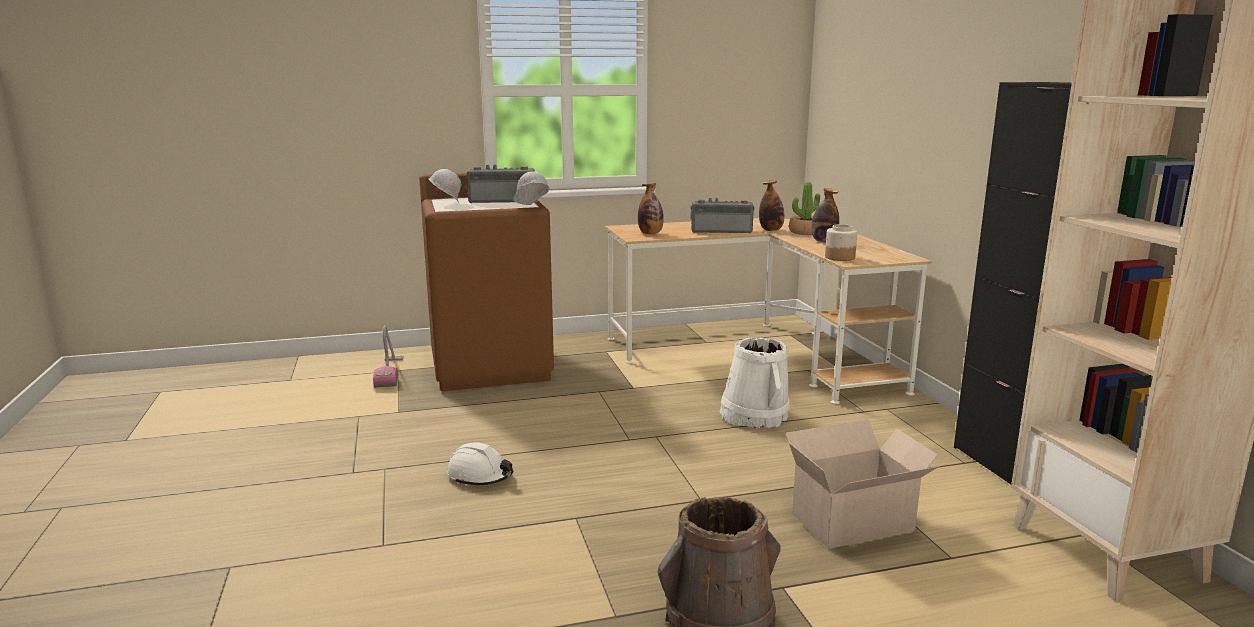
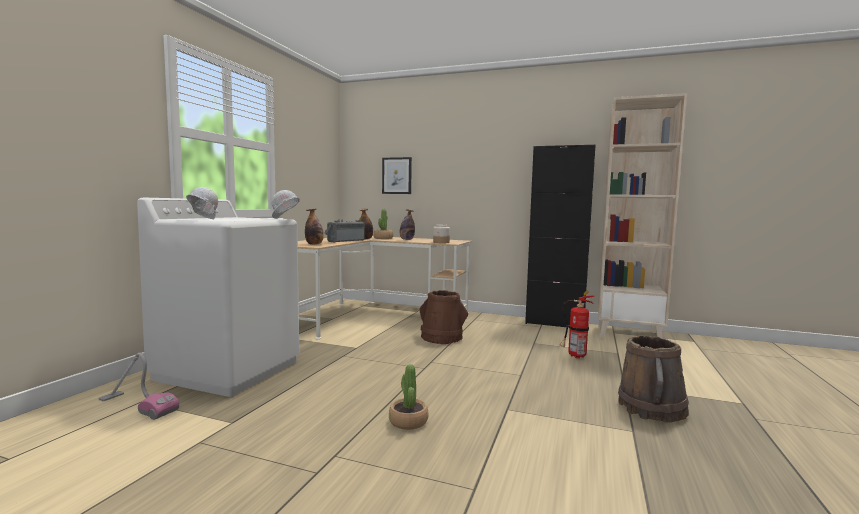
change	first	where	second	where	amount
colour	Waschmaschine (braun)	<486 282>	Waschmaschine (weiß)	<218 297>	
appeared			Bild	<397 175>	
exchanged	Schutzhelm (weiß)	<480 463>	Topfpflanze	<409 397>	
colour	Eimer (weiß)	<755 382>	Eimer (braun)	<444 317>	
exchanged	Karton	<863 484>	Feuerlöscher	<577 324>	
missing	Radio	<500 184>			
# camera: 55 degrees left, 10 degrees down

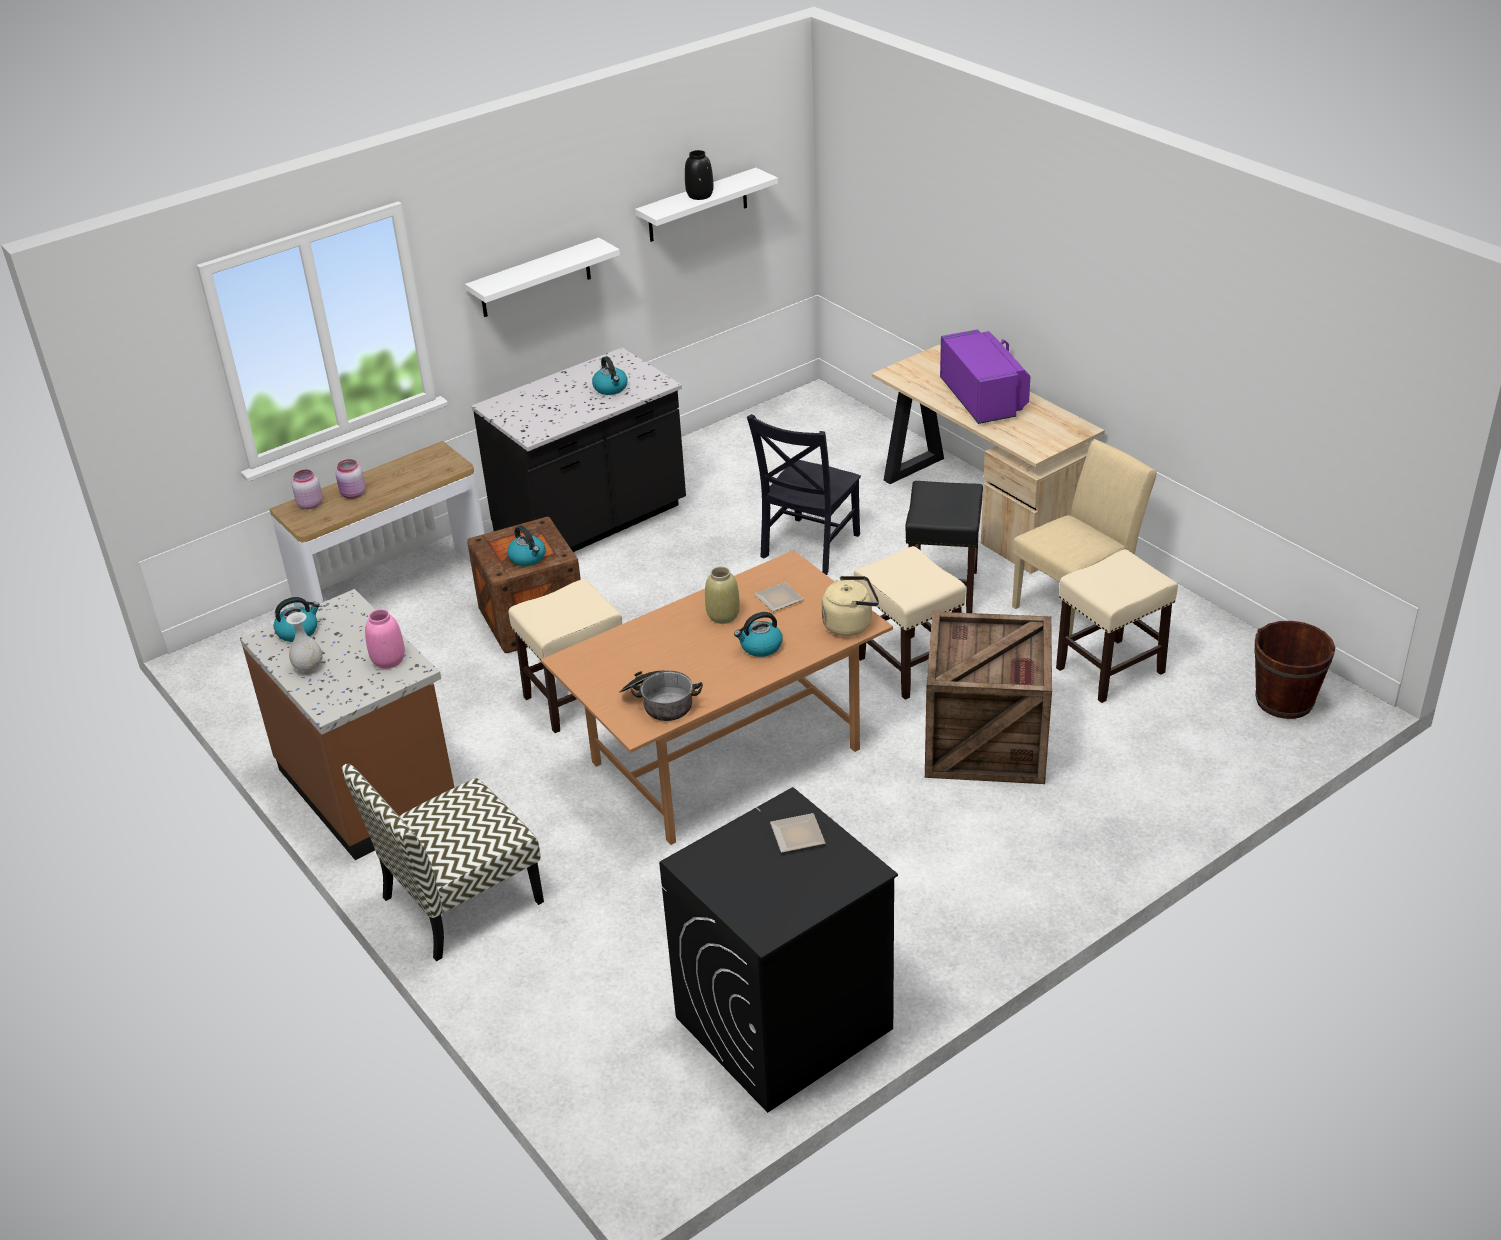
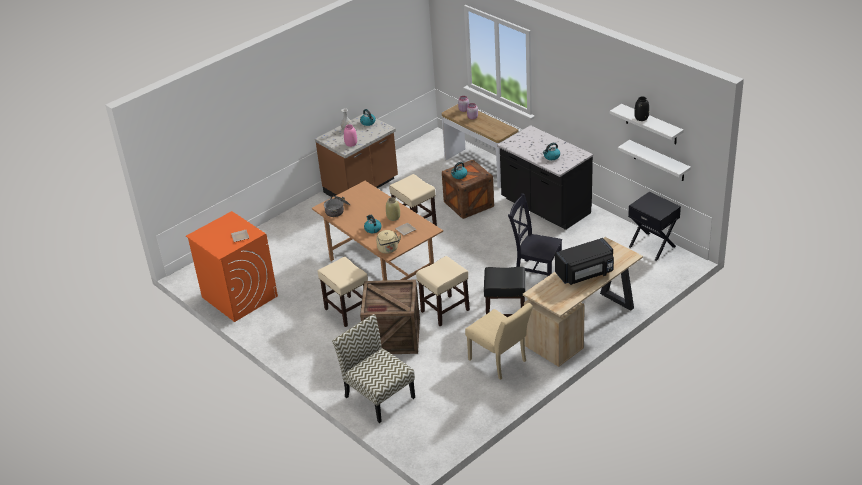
change	first	where	second	where	amount
colour	Waschmaschine (schwarz)	<778 950>	Waschmaschine (orange)	<232 266>	
relocated	Hocker (beige)	<1117 626>		<342 292>	
relocated	Stuhl	<443 862>		<373 368>	
colour	Mikrowelle (lila)	<985 376>	Mikrowelle (schwarz)	<584 261>	
relocated	Wandregal (weiß)	<542 277>		<654 160>	
appeared			Nachttisch (schwarz)	<654 226>	
missing	Eimer (braun)	<1294 670>			
# camera: 85 degrees right, 0 degrees up

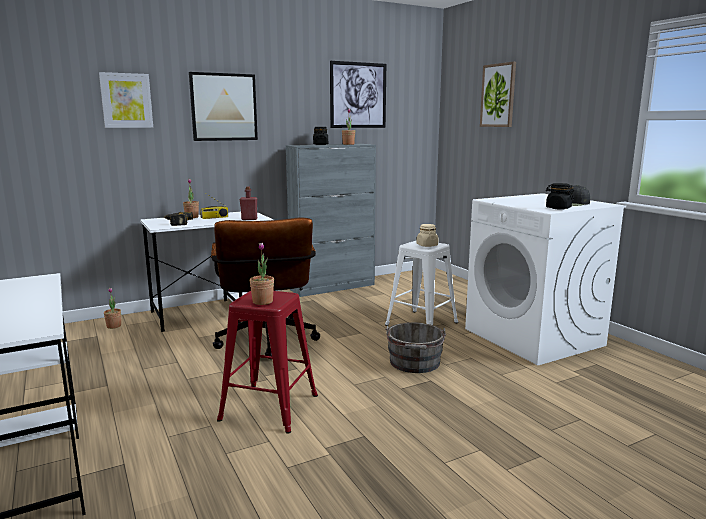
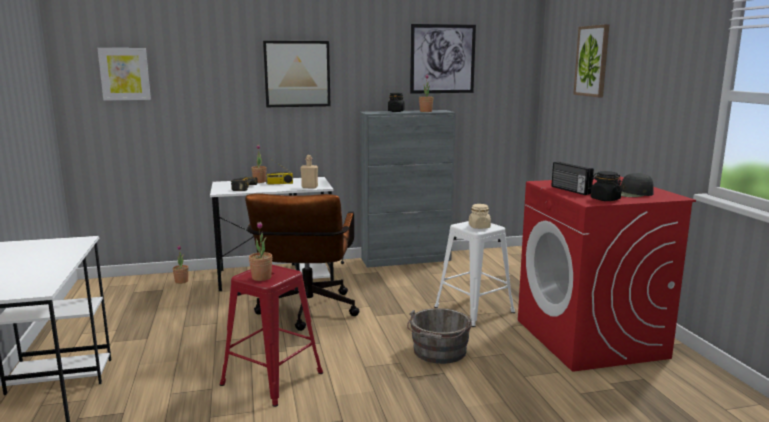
change	first	where	second	where	amount
relocated	Bild	<126 100>		<124 74>	
colour	Flasche (rot)	<248 203>	Flasche (beige)	<309 172>	
colour	Waschmaschine (weiß)	<545 279>	Waschmaschine (rot)	<607 274>	
appeared			Radio	<572 178>	
# camera: 15 degrees right, 0 degrees up

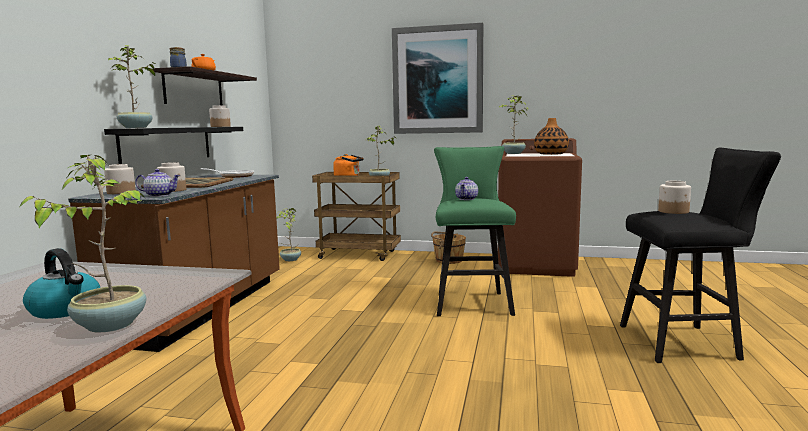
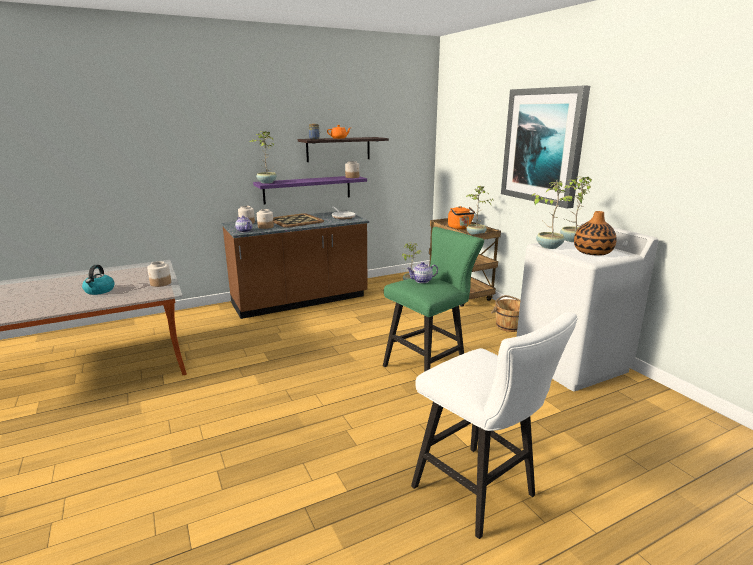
change	first	where	second	where	amount
relocated	Vorratsglas	<674 197>		<159 274>	
colour	Wandregal (schwarz)	<173 145>	Wandregal (lila)	<310 190>	
colour	Hocker (schwarz)	<700 255>	Hocker (weiß)	<494 425>	
colour	Waschmaschine (braun)	<540 207>	Waschmaschine (weiß)	<587 306>	
relocated	Topfpflanze	<83 243>		<552 215>	
# camera: 50 degrees right, 10 degrees up

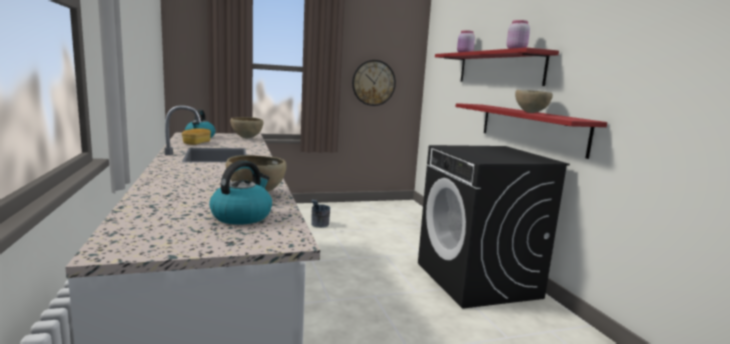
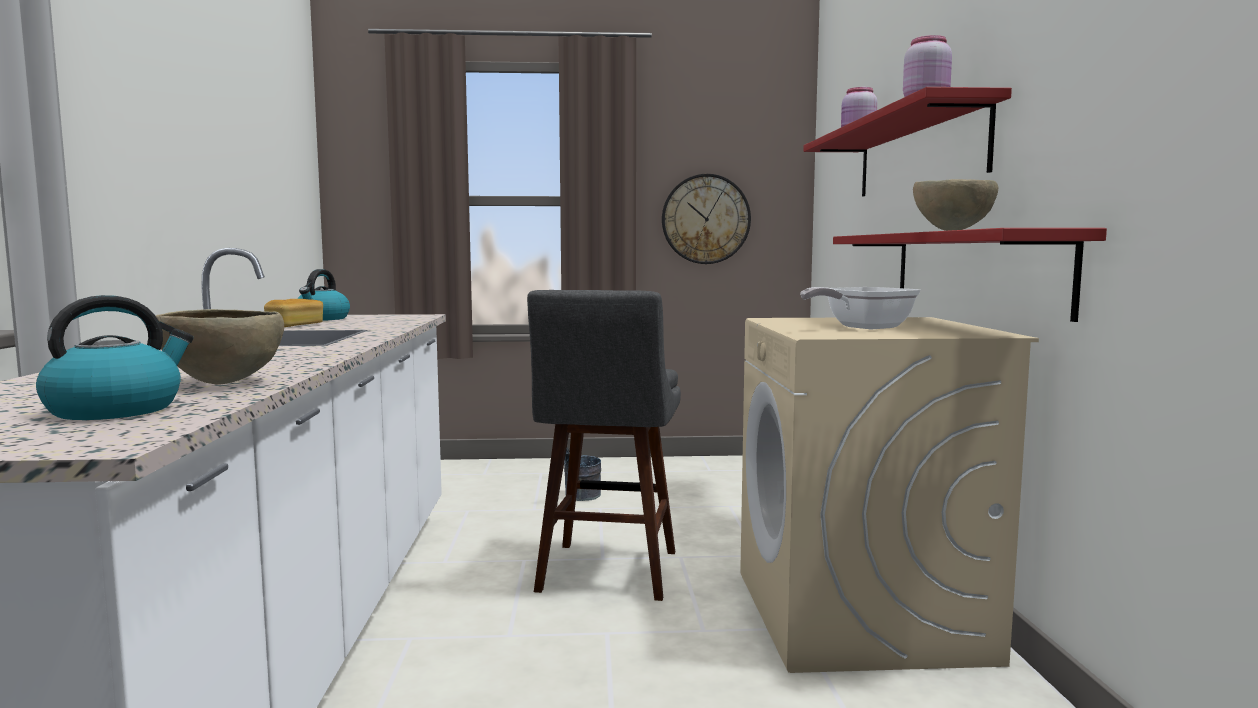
change	first	where	second	where	amount
appeared			Hocker (grau)	<604 445>	
colour	Waschmaschine (schwarz)	<494 227>	Waschmaschine (beige)	<889 495>	
appeared			Pfanne	<860 308>	
missing	Schüssel (braun)	<246 127>			
# camera: 15 degrees right, 5 degrees down

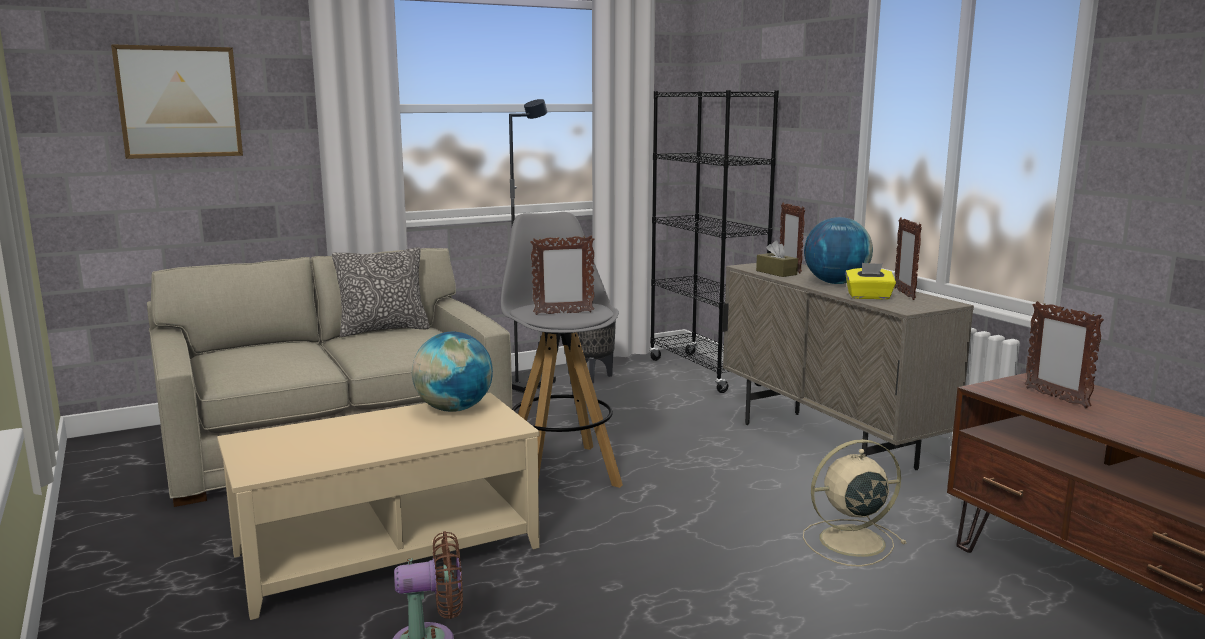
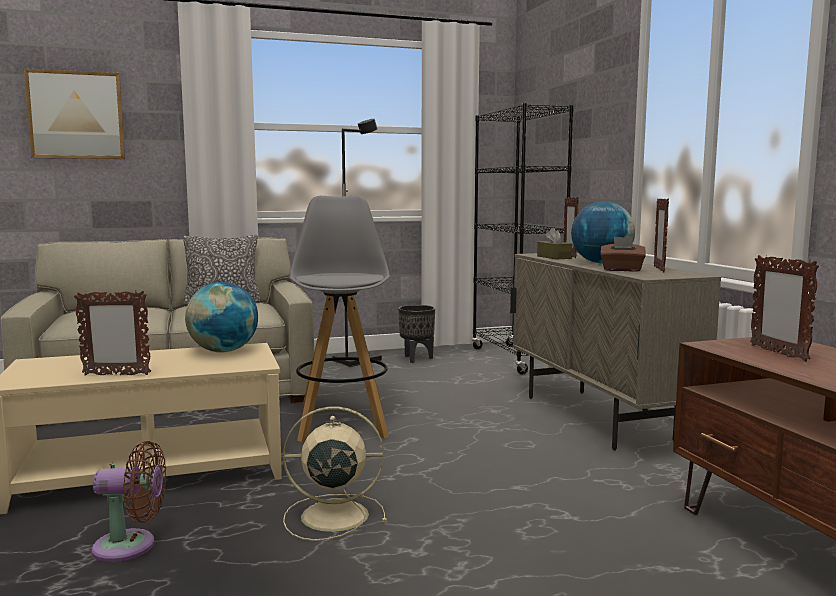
change	first	where	second	where	amount
relocated	Bilderrahmen	<562 275>		<112 333>	
relocated	Ventilator (beige)	<855 503>		<335 473>	
colour	Taschentuchbox (gelb)	<870 281>	Taschentuchbox (braun)	<623 254>	
# camera: 10 degrees right, 5 degrees down

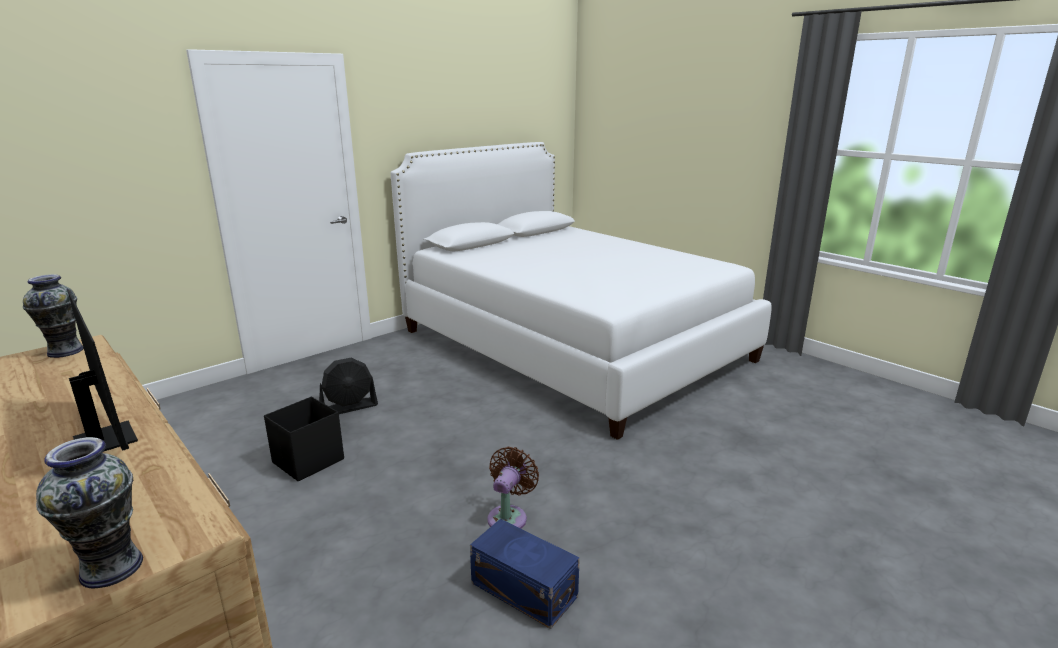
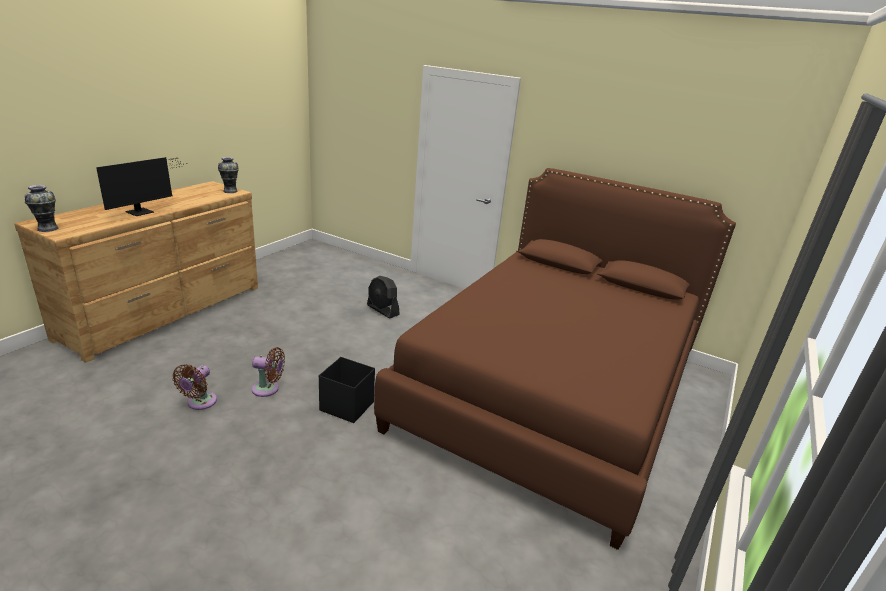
change	first	where	second	where	amount
exchanged	Aufbewahrungsbox (blau)	<525 574>	Ventilator (braun)	<194 387>	
relocated	Aufbewahrungsbox (schwarz)	<304 439>		<347 390>	
colour	Bett (weiß)	<581 291>	Bett (braun)	<555 359>	
# camera: 70 degrees right, 5 degrees up

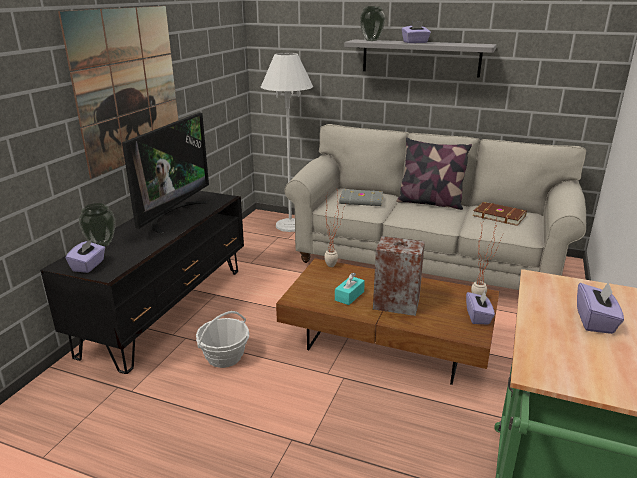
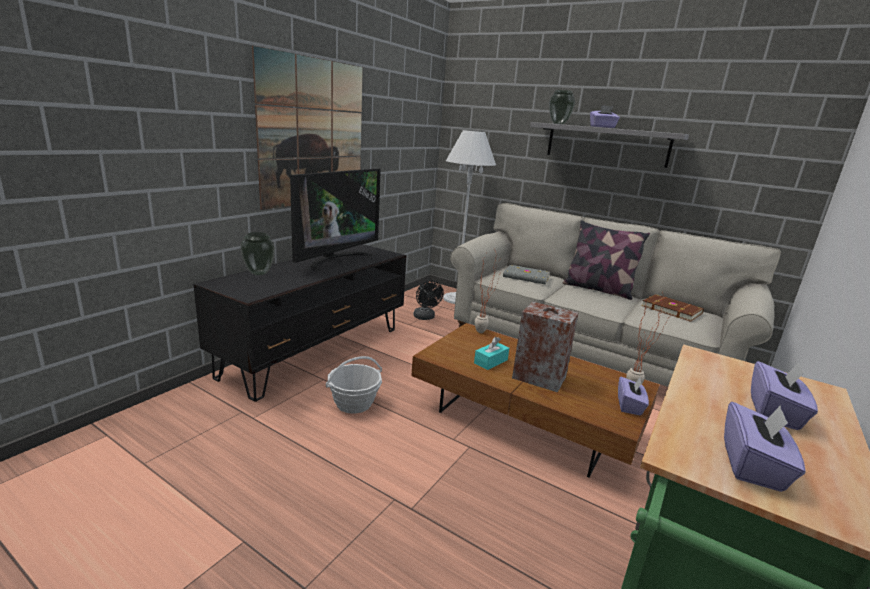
change	first	where	second	where	amount
appeared			Ventilator (schwarz)	<428 300>	
relocated	Taschentuchbox (lila)	<85 256>		<765 447>	
# camera: 10 degrees right, 5 degrees down

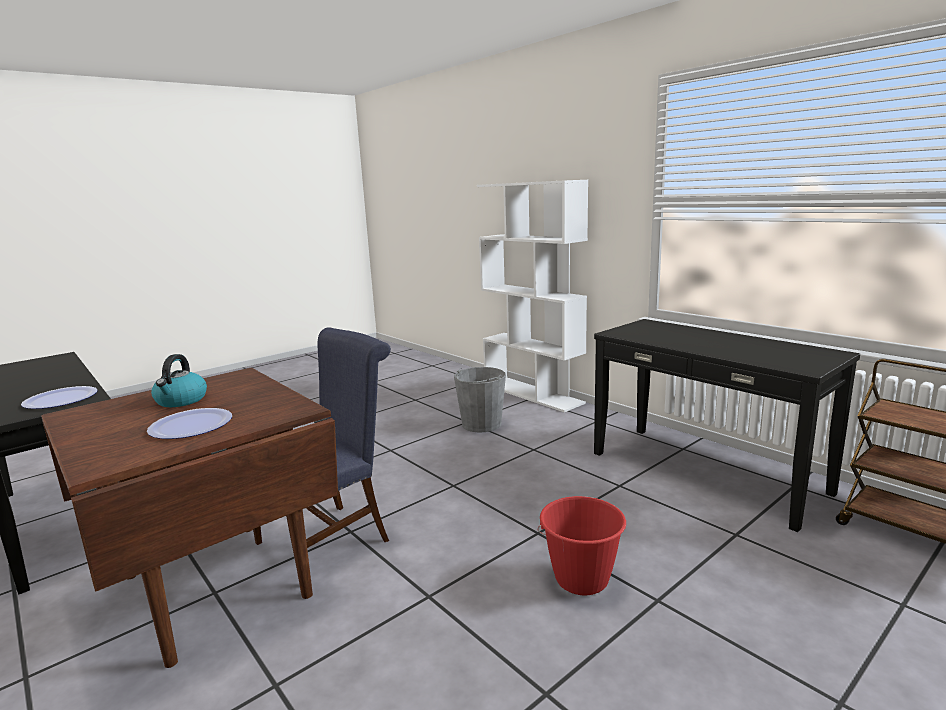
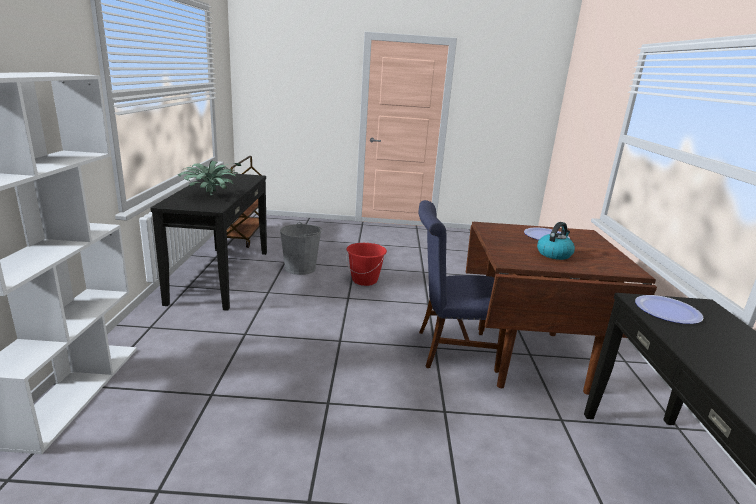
change	first	where	second	where	amount
appeared			Topfpflanze	<209 177>	
relocated	Eimer (grau)	<480 399>		<301 248>	
# camera: 140 degrees left, 5 degrees up

